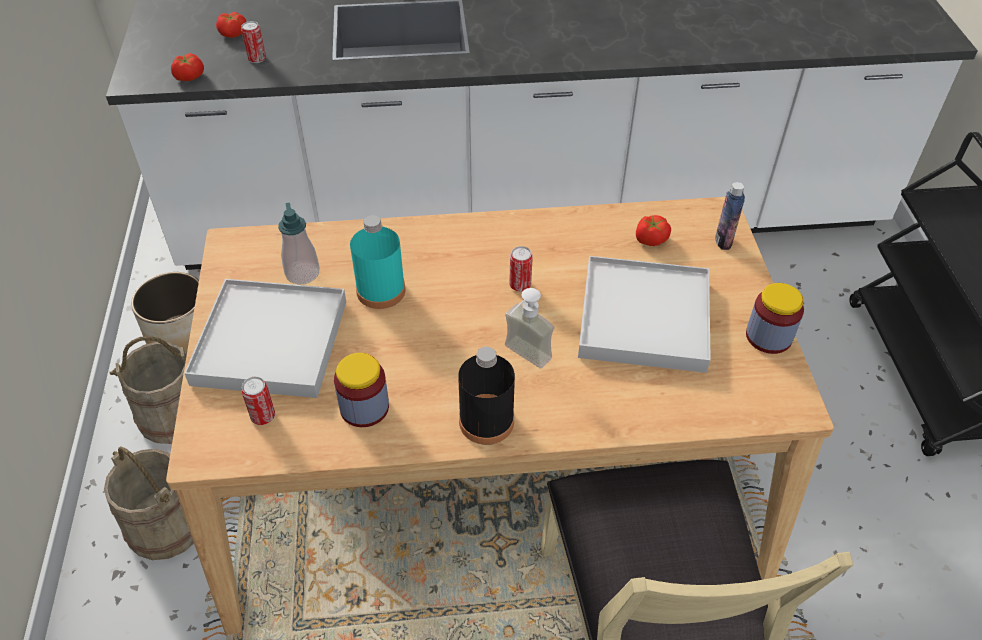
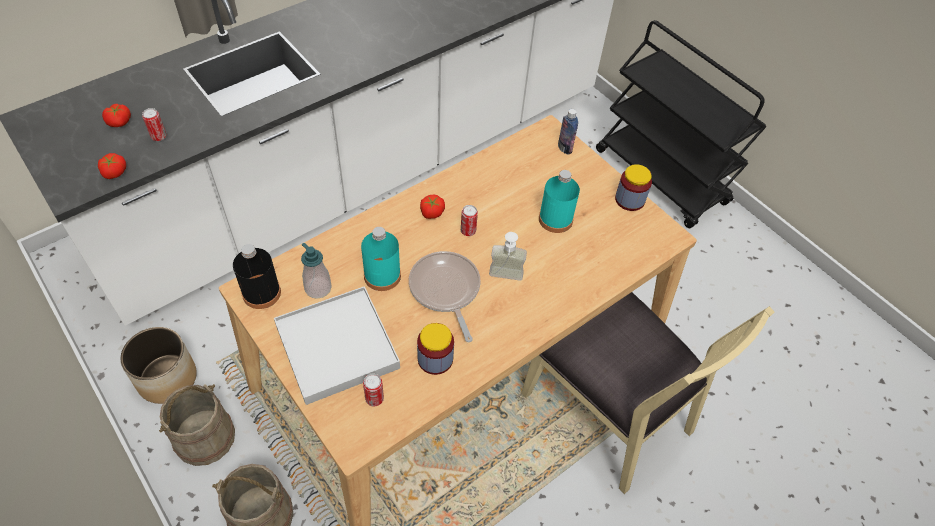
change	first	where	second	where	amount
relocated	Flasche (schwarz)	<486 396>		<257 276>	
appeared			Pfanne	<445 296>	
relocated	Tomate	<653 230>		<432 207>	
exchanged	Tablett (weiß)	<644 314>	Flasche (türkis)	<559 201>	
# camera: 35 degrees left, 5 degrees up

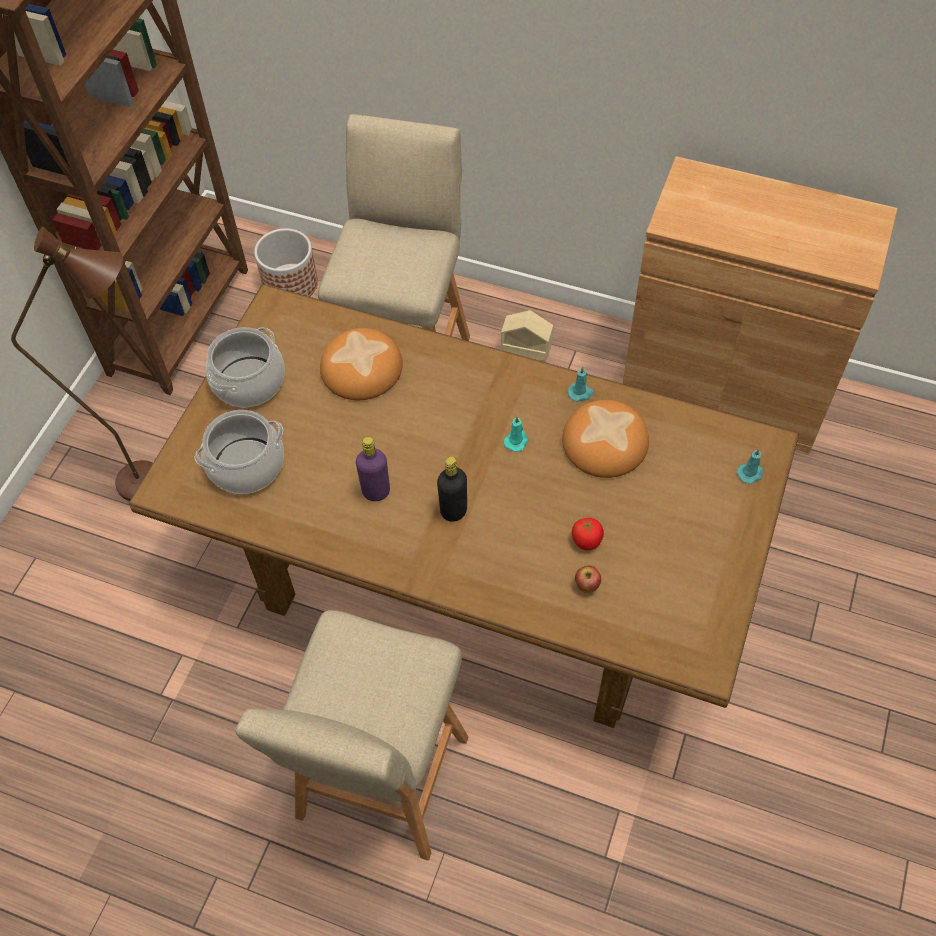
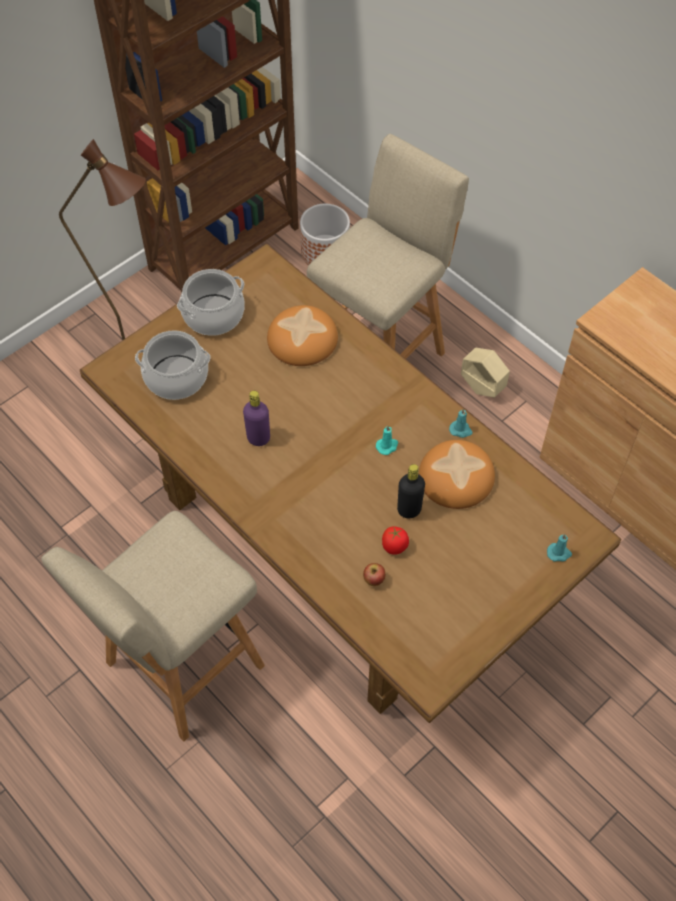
change	first	where	second	where	amount
relocated	Flasche (schwarz)	<452 489>		<411 491>	
# camera: 25 degrees right, 0 degrees up

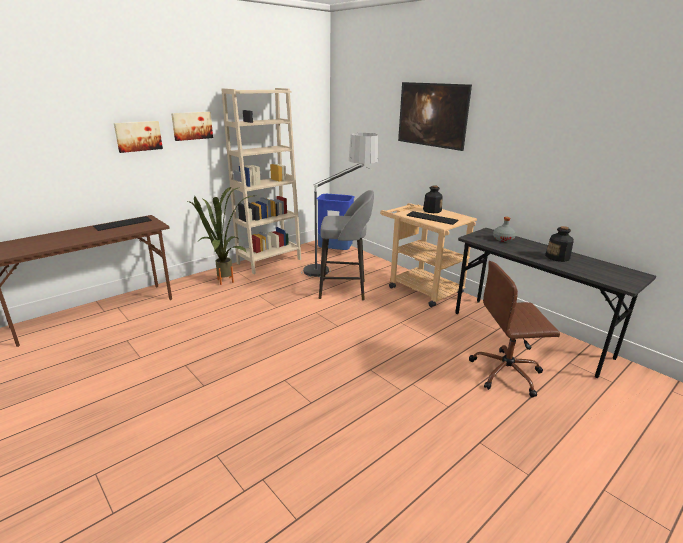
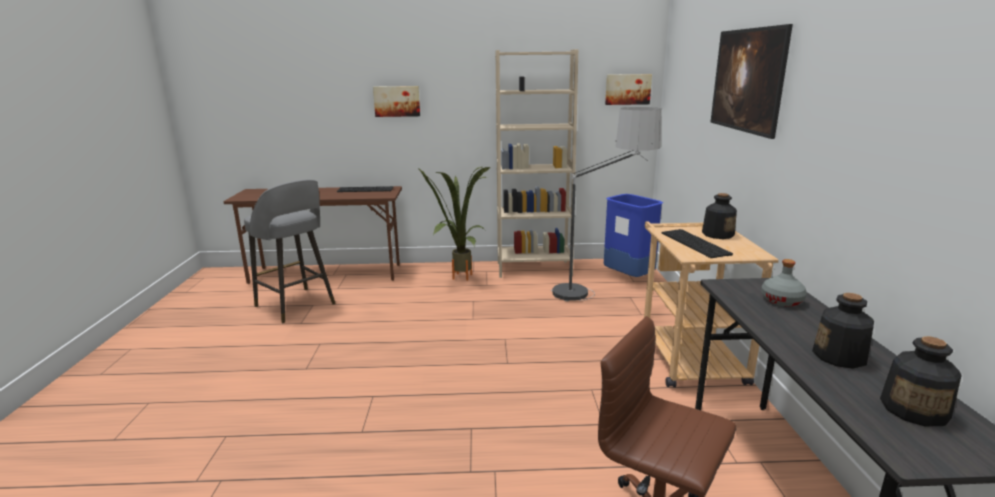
change	first	where	second	where	amount
relocated	Hocker (grau)	<346 245>		<290 251>	
relocated	Bild	<192 126>		<628 89>	
appeared			Flasche	<921 381>	
# camera: 40 degrees right, 5 degrees down

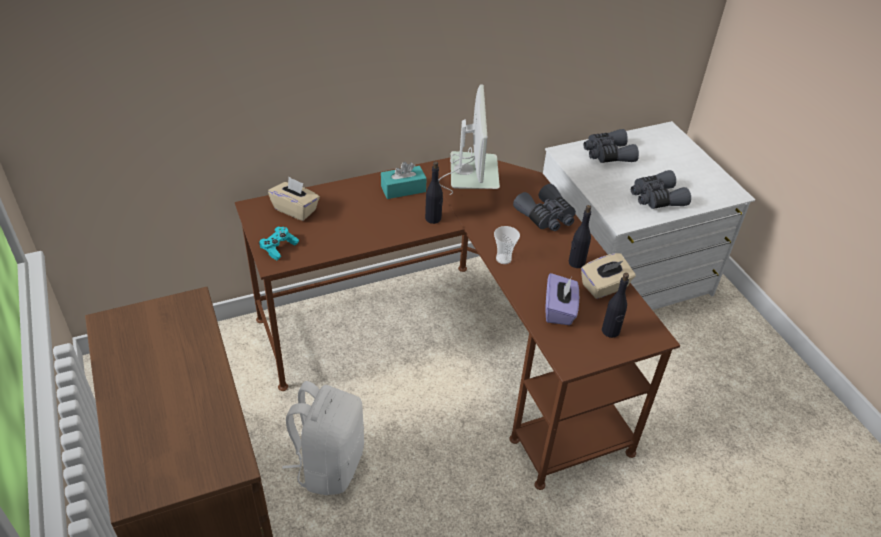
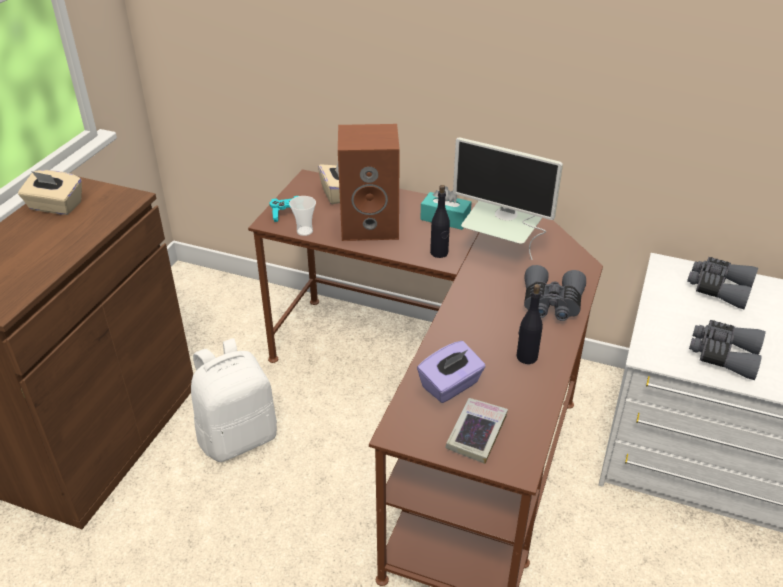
change	first	where	second	where	amount
relocated	Taschentuchbox (beige)	<608 276>		<50 192>	
relocated	Tasse	<507 245>		<302 216>	
appeared			Lautsprecher (braun)	<369 182>	
exchanged	Flasche (schwarz)	<615 305>	Buch	<476 431>	
spun	Monitor	<469 139>		<508 198>	75 degrees clockwise
# camera: 45 degrees right, 5 degrees down

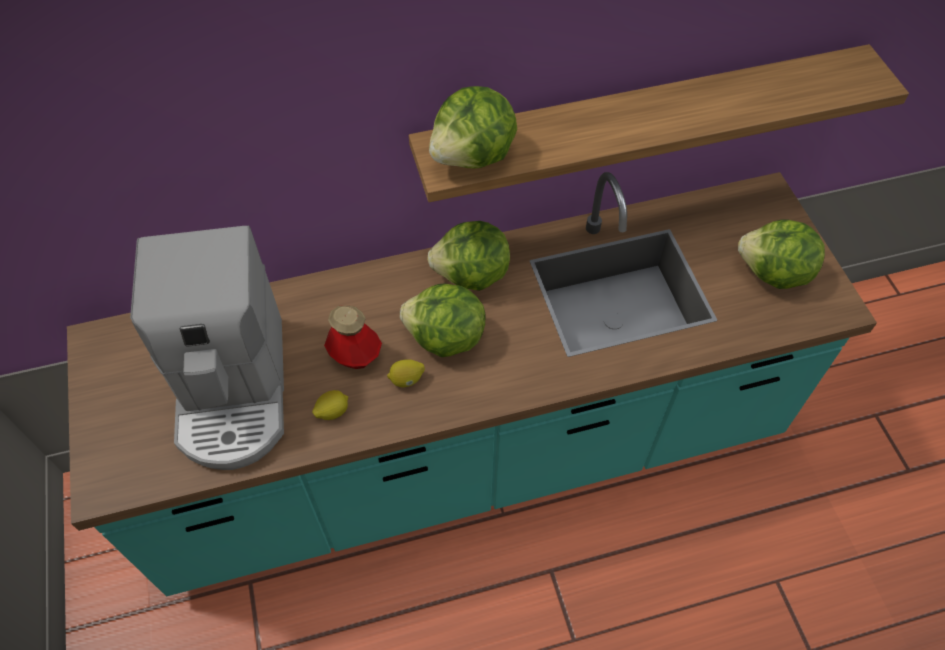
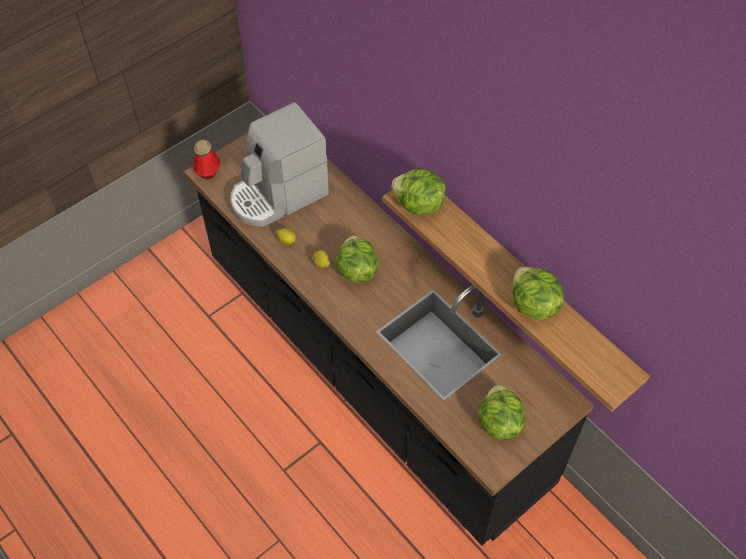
change	first	where	second	where	amount
colour	Küchenzeile (türkis)	<472 384>	Küchenzeile (schwarz)	<389 339>	
relocated	Flasche	<353 337>		<206 159>	
relocated	Salatkopf	<468 256>		<538 293>	
# camera: 65 degrees right, 0 degrees up

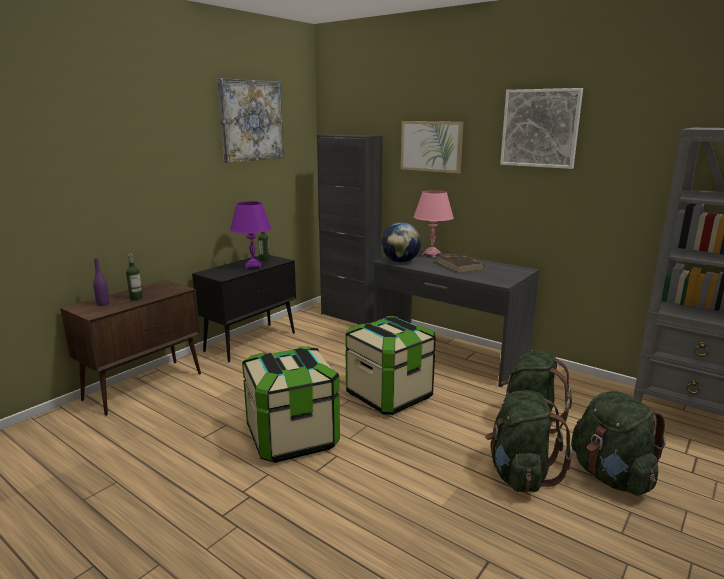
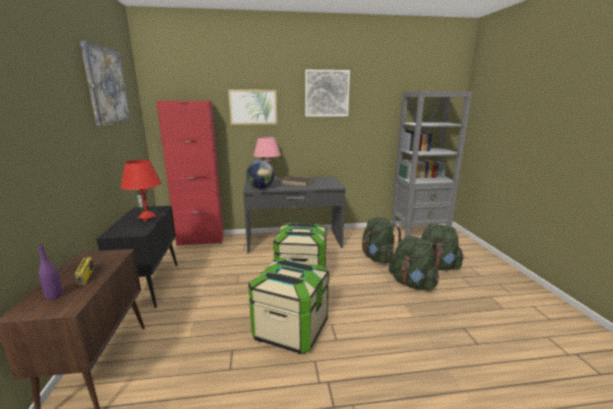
change	first	where	second	where	amount
exchanged	Flasche	<134 277>	Radio	<83 268>	
colour	Tischlampe (lila)	<251 235>	Tischlampe (rot)	<141 191>	
colour	Schrank (schwarz)	<350 229>	Schrank (rot)	<190 173>	
# camera: 45 degrees left, 0 degrees up

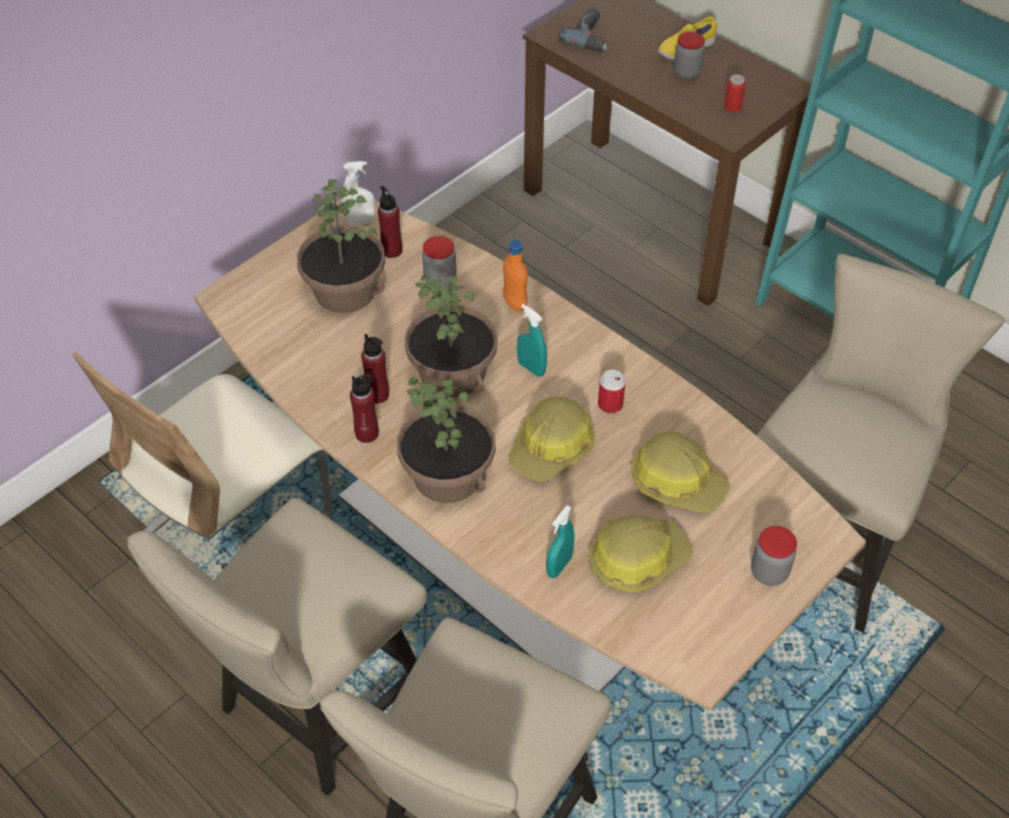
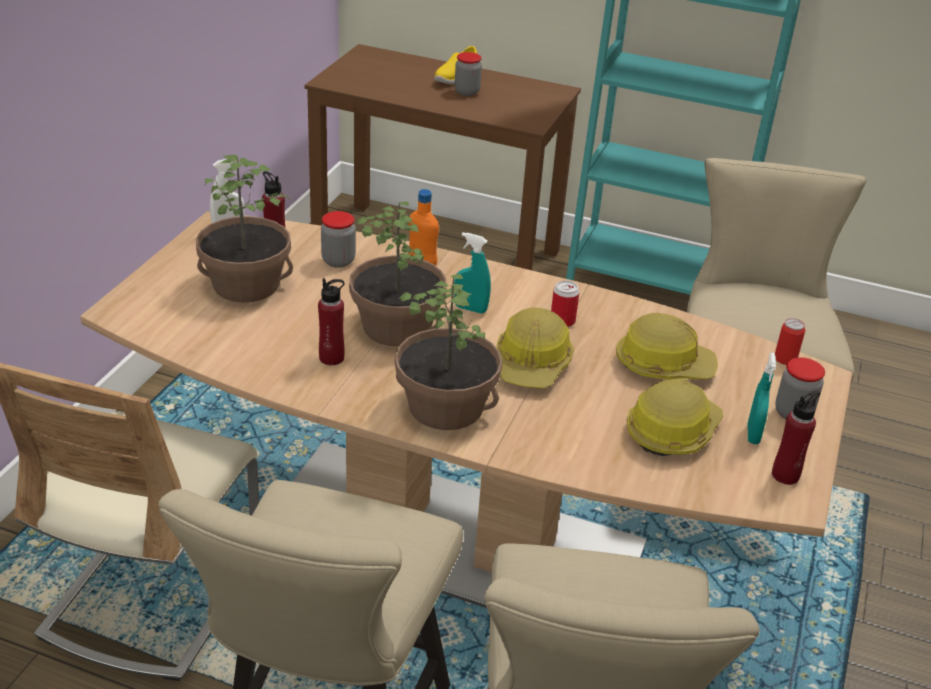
change	first	where	second	where	amount
relocated	Sprühflasche (türkis)	<560 541>		<762 398>	
relocated	Flasche (rot)	<364 408>		<796 438>	
relocated	Dose	<735 93>		<790 341>	
missing	Bohrmaschine	<583 30>			
# camera: 25 degrees left, 15 degrees down

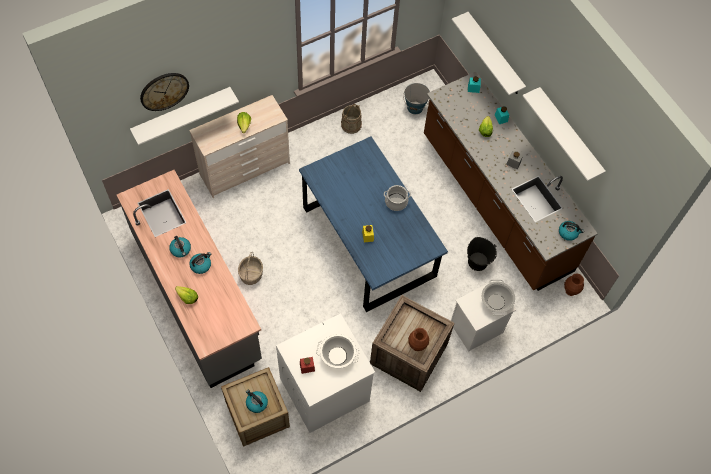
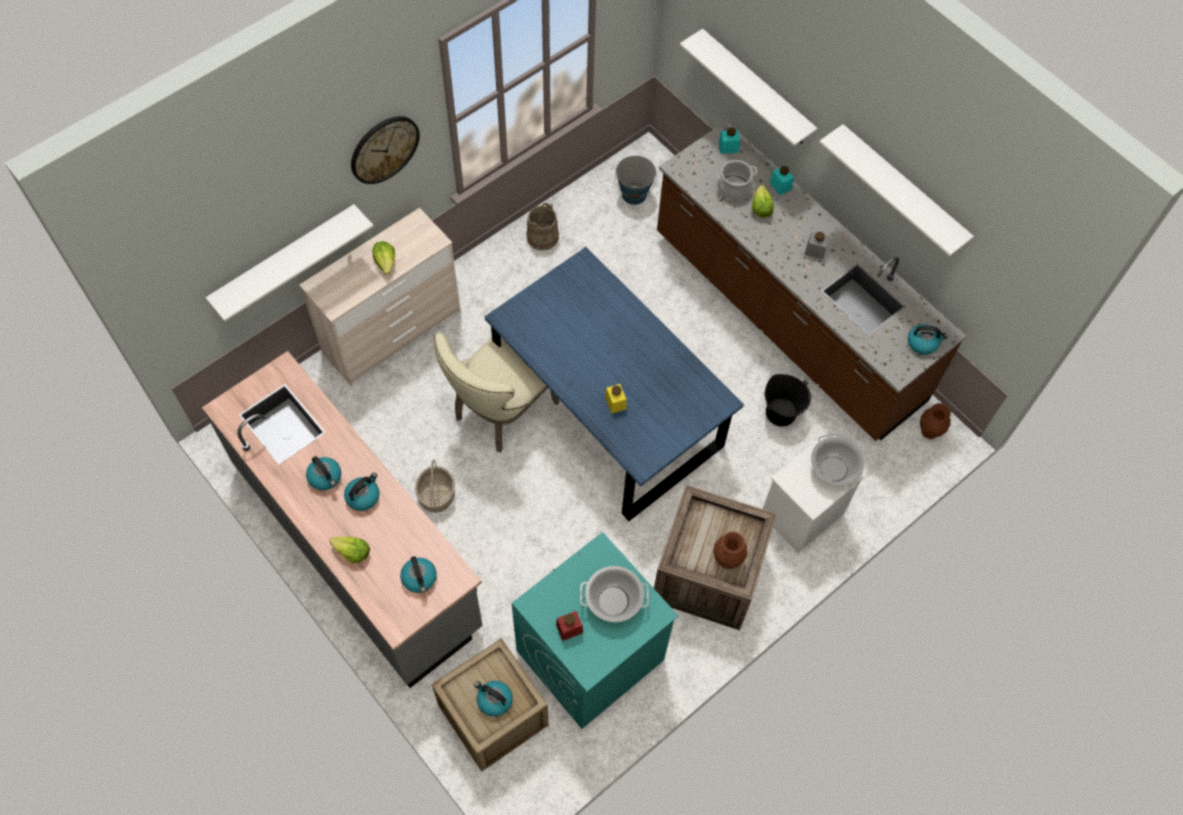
change	first	where	second	where	amount
relocated	Wanduhr	<164 92>		<385 150>	
appeared			Wasserkessel	<418 574>	
appeared			Stuhl (beige)	<497 392>	
colour	Waschmaschine (weiß)	<325 373>	Waschmaschine (türkis)	<594 630>	
relocated	Kochtopf	<397 198>		<737 180>	
# camera: 10 degrees left, 0 degrees up

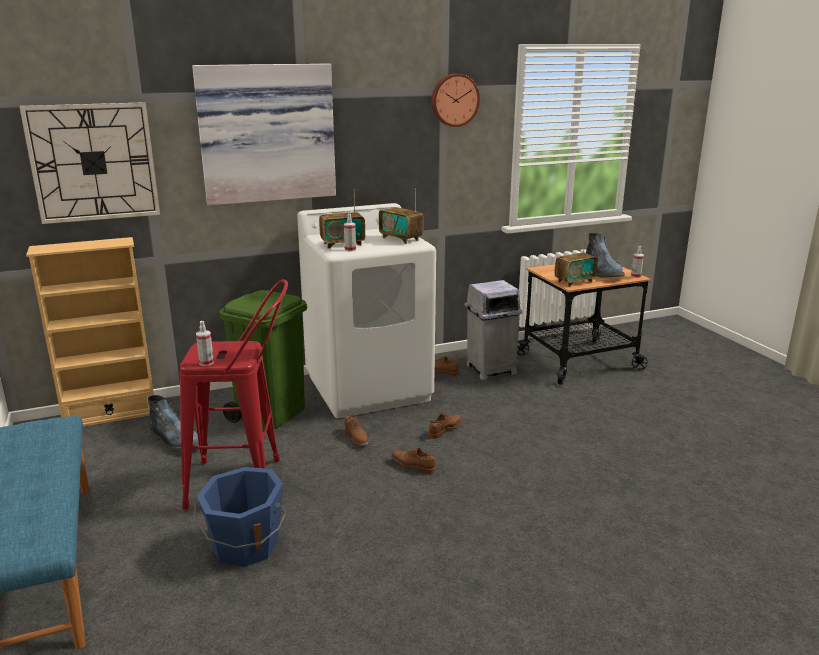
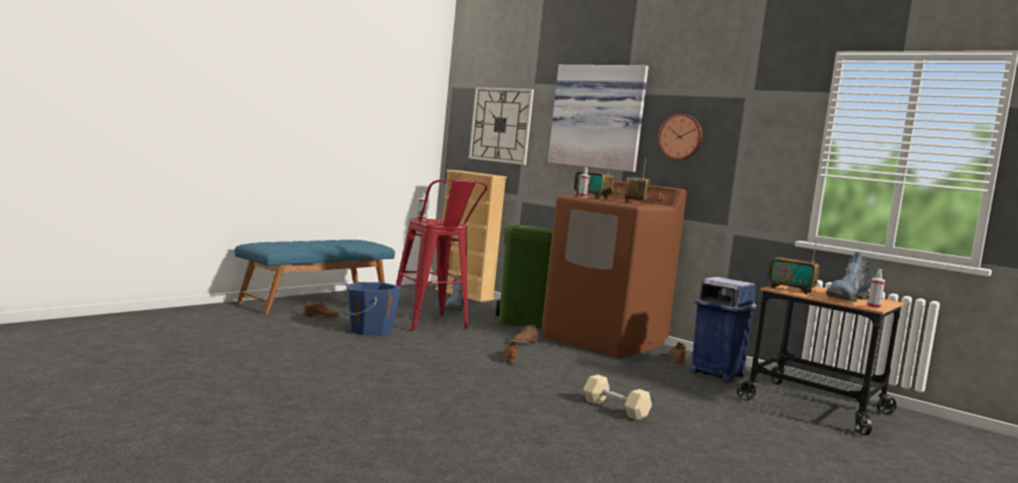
change	first	where	second	where	amount
relocated	Schuh (braun)	<445 426>		<322 308>	
colour	Waschmaschine (weiß)	<366 310>	Waschmaschine (braun)	<614 269>	
appeared			Hantel (beige)	<617 397>	
relocated	Wanduhr	<455 100>		<680 137>	
colour	Mülleimer (grau)	<494 330>	Mülleimer (blau)	<723 330>	
# camera: 60 degrees right, 15 degrees down

